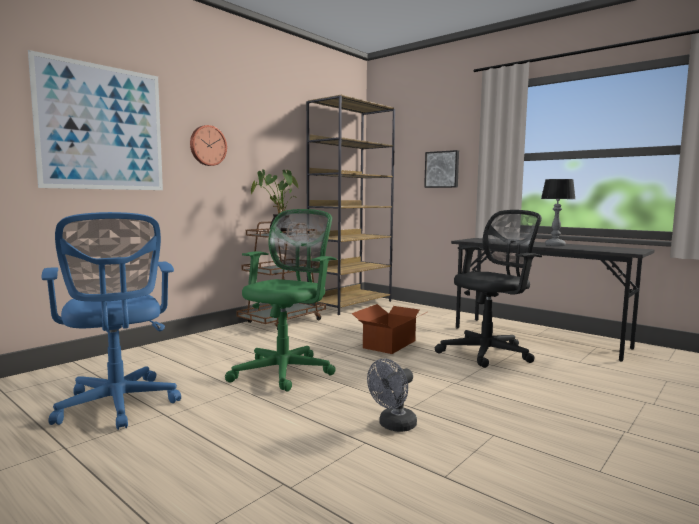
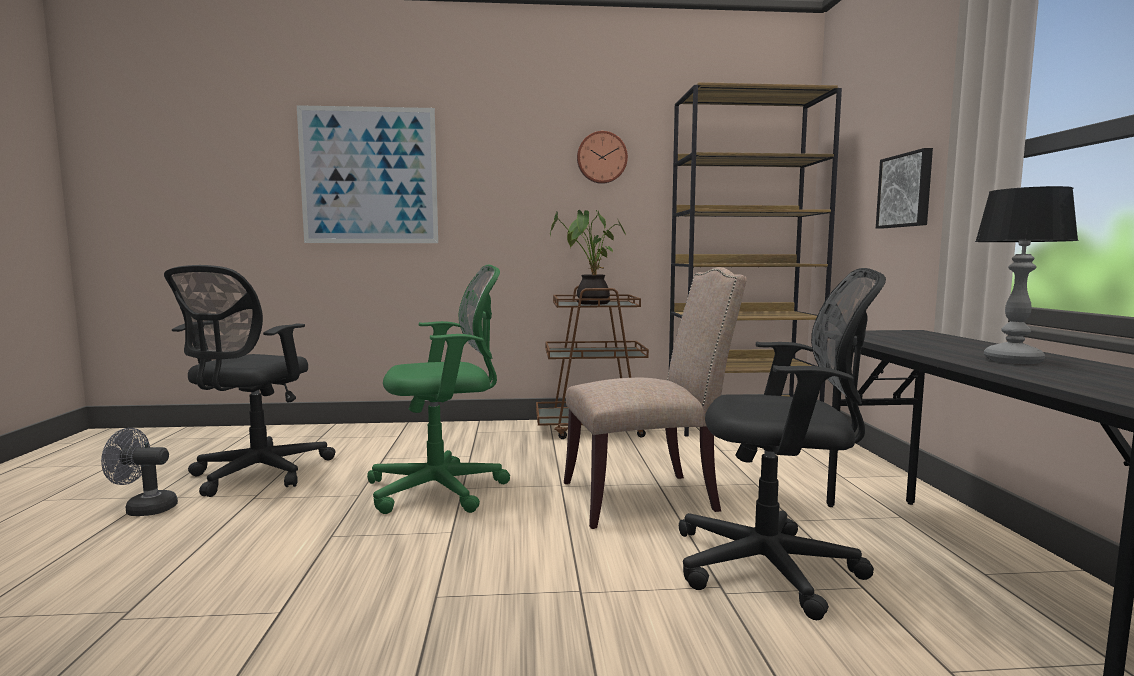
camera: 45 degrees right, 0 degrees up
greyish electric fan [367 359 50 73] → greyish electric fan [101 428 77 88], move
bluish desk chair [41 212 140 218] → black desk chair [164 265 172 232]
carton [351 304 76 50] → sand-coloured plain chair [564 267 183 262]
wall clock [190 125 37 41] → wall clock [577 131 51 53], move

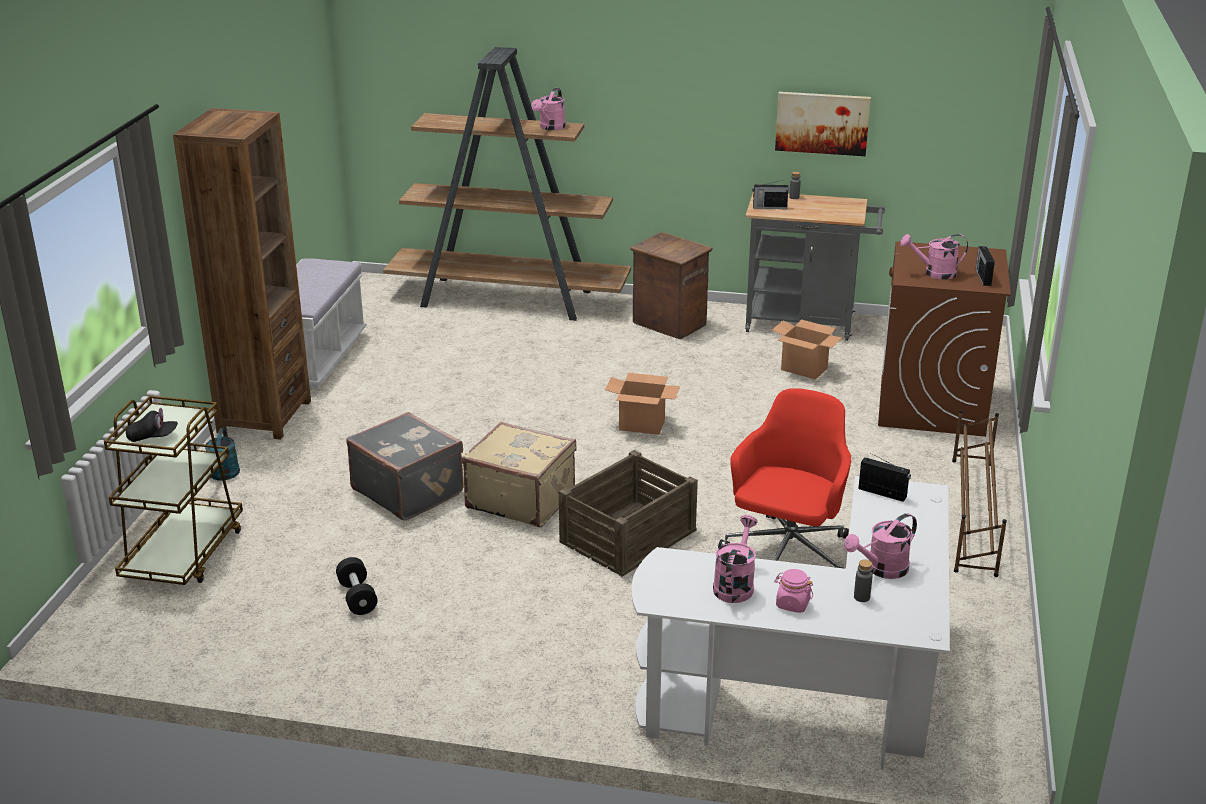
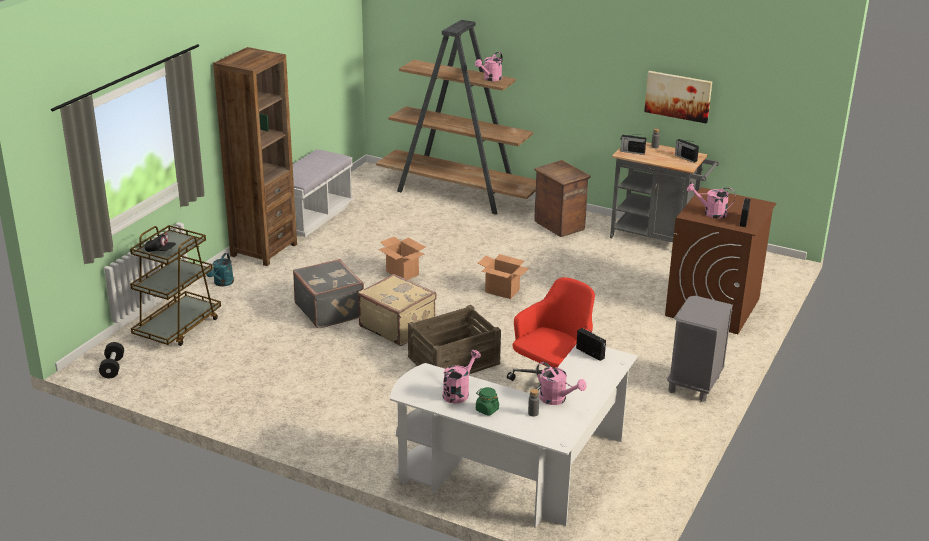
camera: 15 degrees right, 0 degrees up
black dumbbell [336 557 41 58] → black dumbbell [99 342 25 36], move
carton [772 320 70 60] → carton [378 236 47 44], move
pinkish preserve jar [774 569 39 44] → green preserve jar [476 387 23 29]
pinkish sprinkling can [844 513 73 66] → pinkish sprinkling can [536 362 50 43], 120 degrees counterclockwise
brown shoe shelf [952 410 55 167] → greyish night table [667 296 66 106]
- → radio set [675 139 24 24]

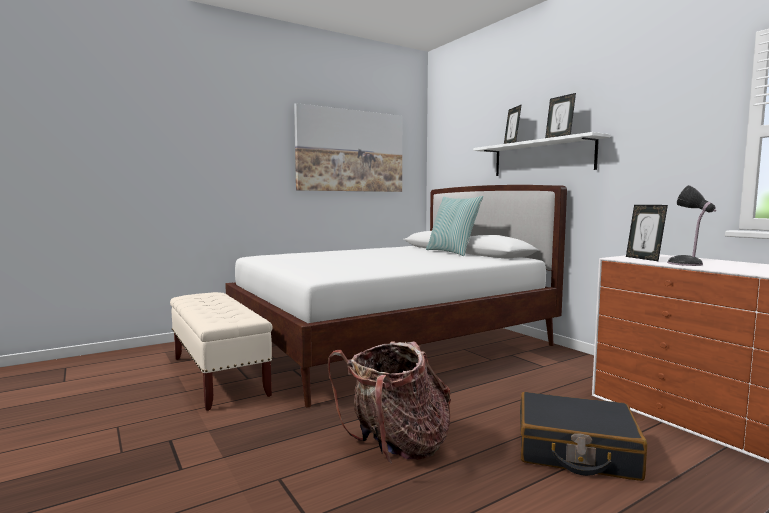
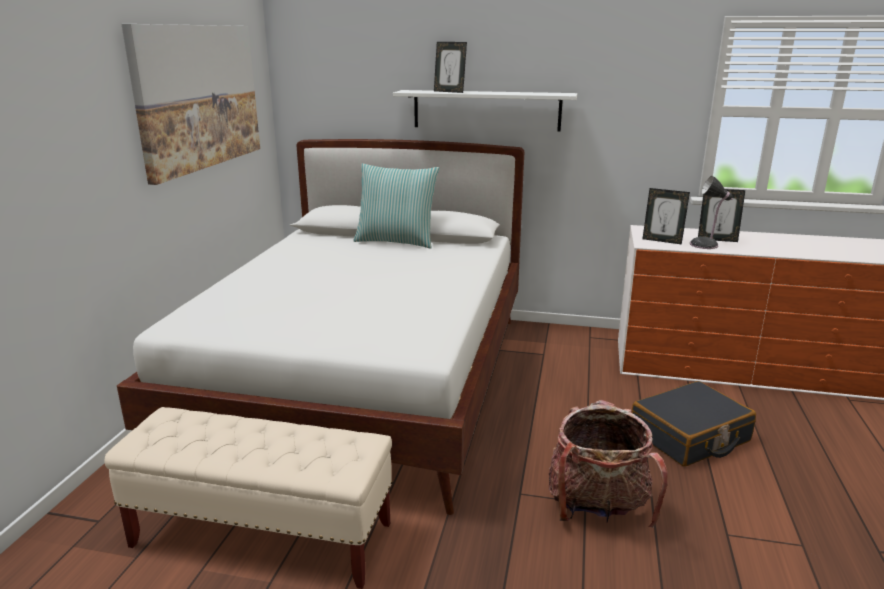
camera: 45 degrees left, 15 degrees up
photo frame [545 93 31 45] → photo frame [698 189 47 53], move

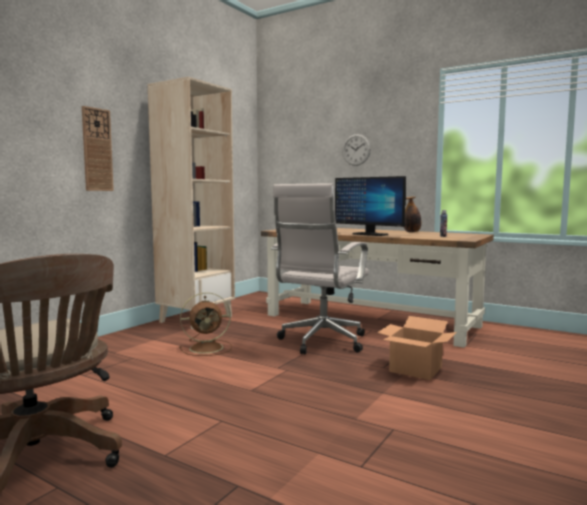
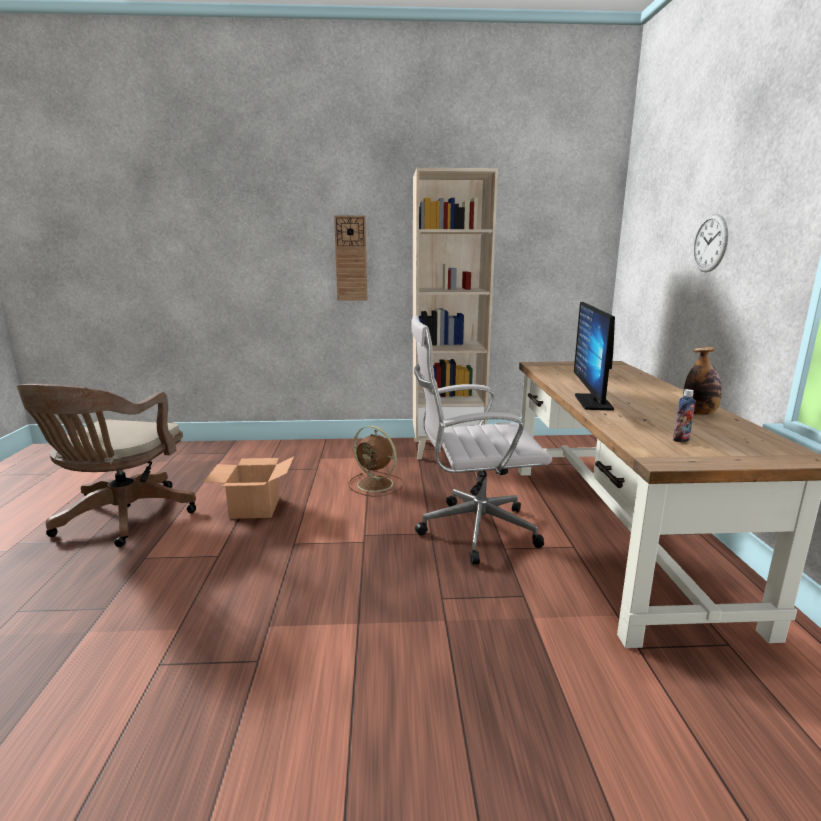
camera: 55 degrees right, 10 degrees up
carton [377 316 80 64] → carton [204 457 90 62], move

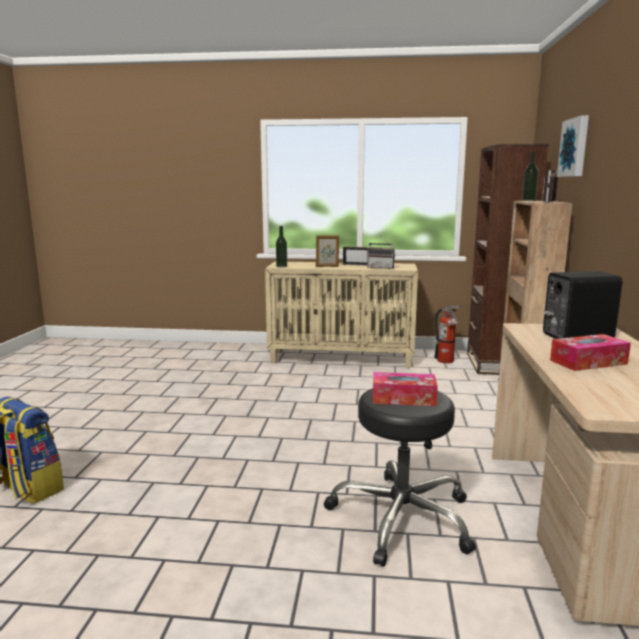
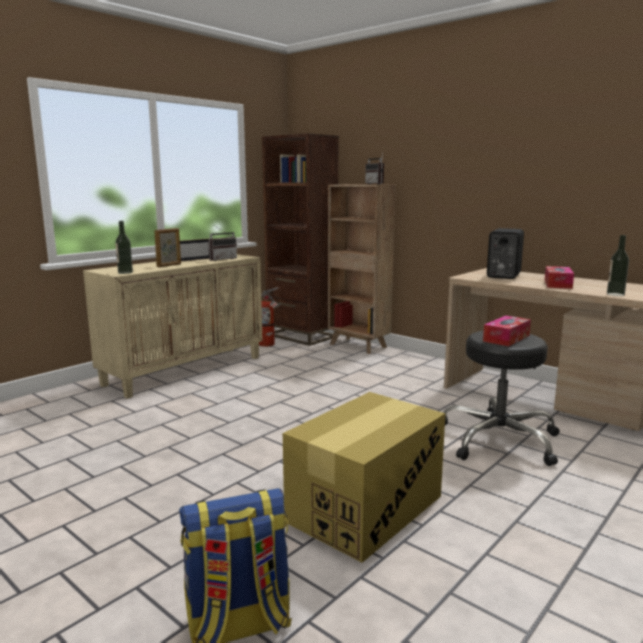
camera: 55 degrees left, 0 degrees up
- → carton [283 392 162 171]
drink bottle [522 152 17 49] → drink bottle [607 235 22 61], move
wall art [557 115 32 62] → -

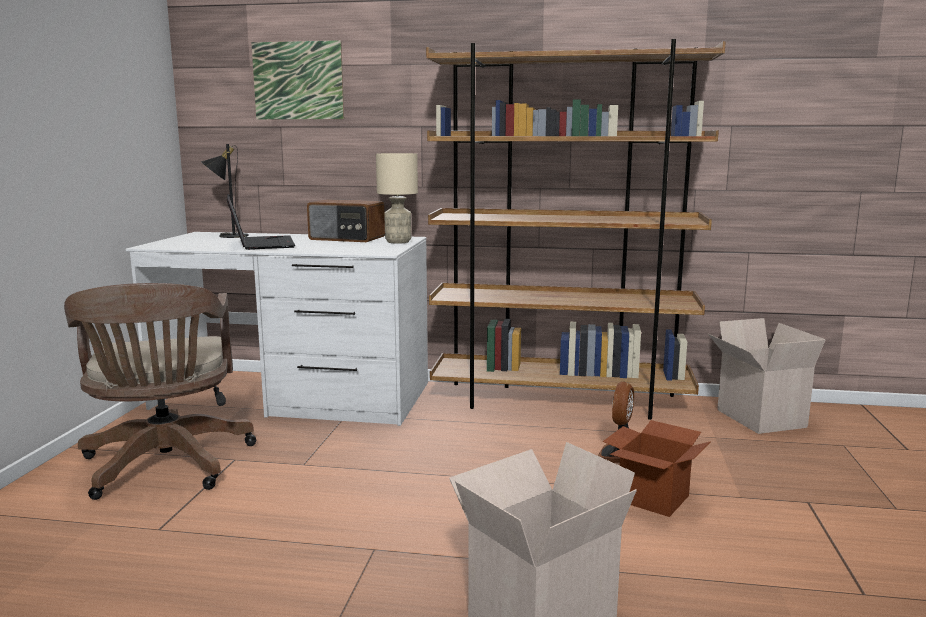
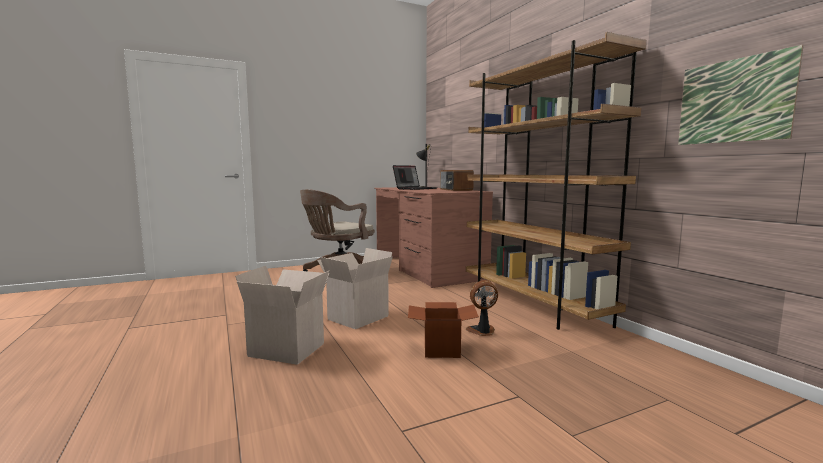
camera: 55 degrees right, 5 degrees down
carton [708 318 118 116] → carton [317 248 76 81], move
white desk [126 232 302 194] → brown desk [375 187 118 101]
wall art [251 40 93 80] → wall art [678 45 126 100], move
sand-coloured table lamp [376 153 42 91] → -

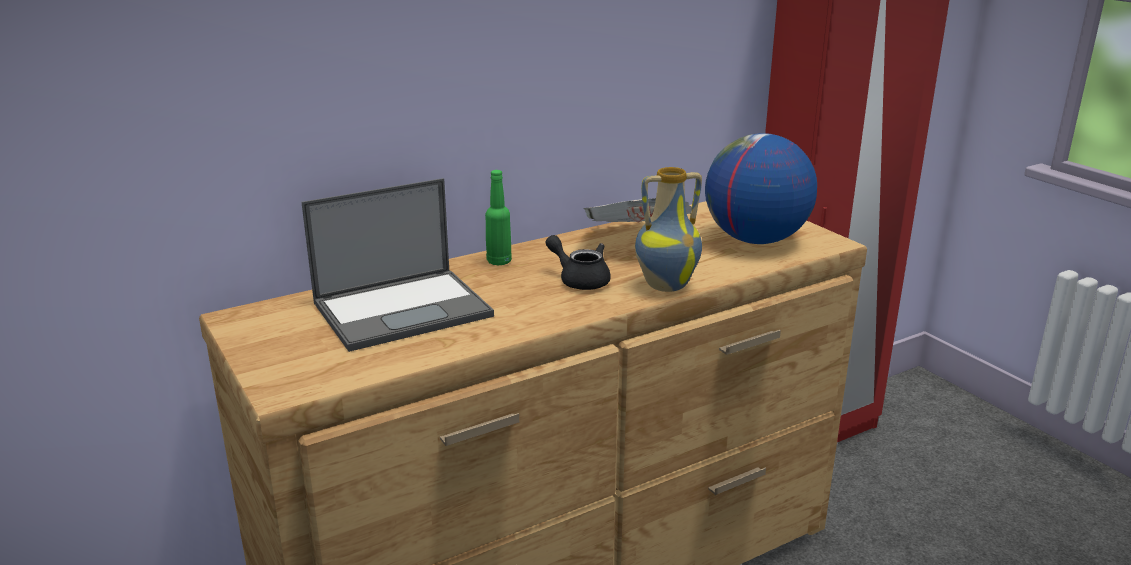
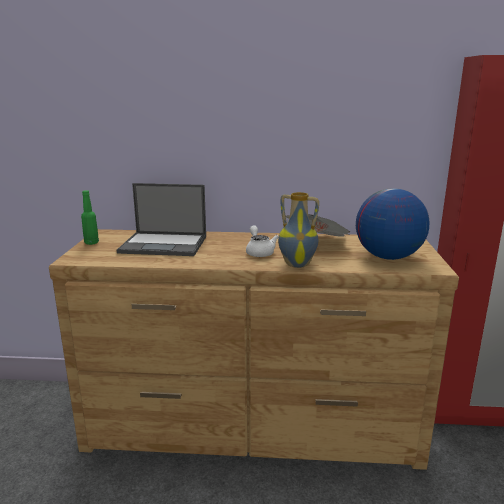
camera: 35 degrees right, 5 degrees down
green drink bottle [485 170 27 95] → green drink bottle [81 190 18 55], move
black teapot [545 235 66 55] → white teapot [246 225 33 32]

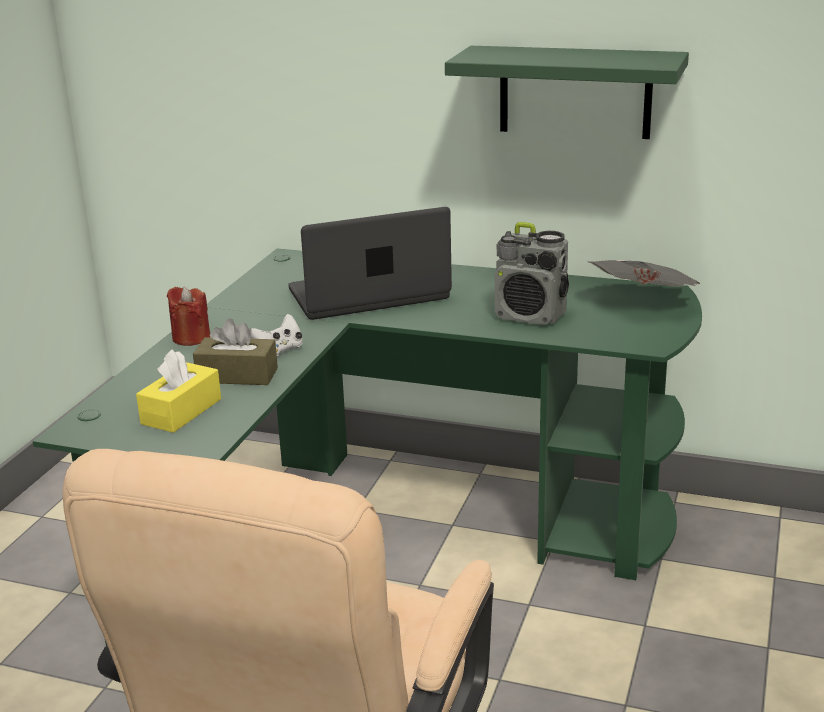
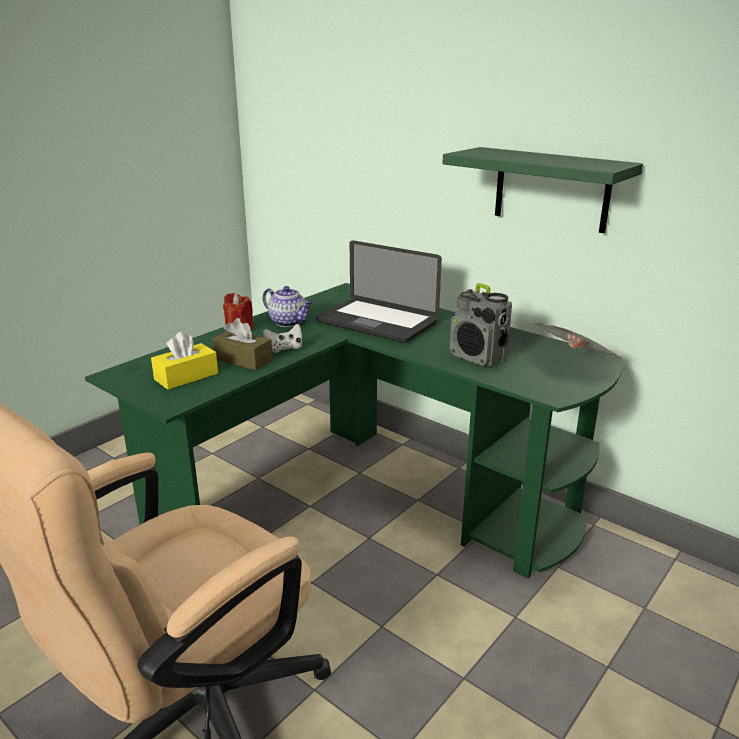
camera: 20 degrees right, 0 degrees up
- → teapot [262 286 50 41]
portable computer [288 207 164 113] → portable computer [316 240 126 103], 150 degrees counterclockwise

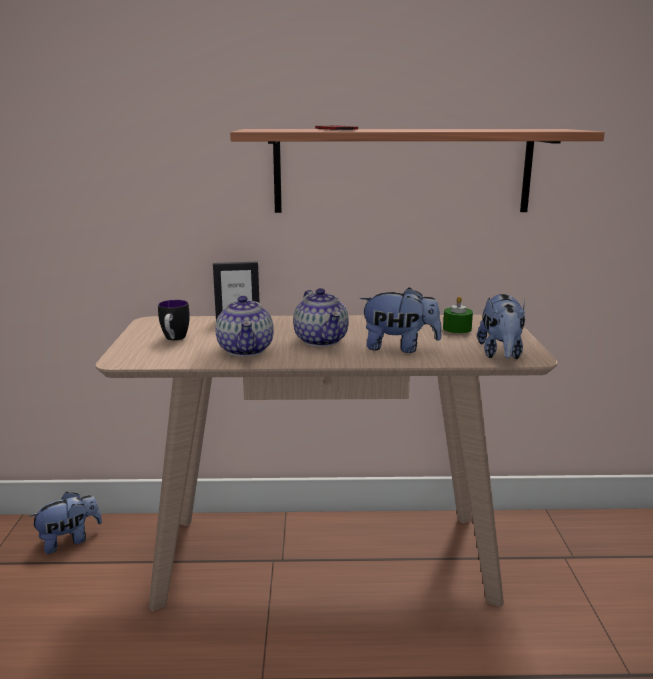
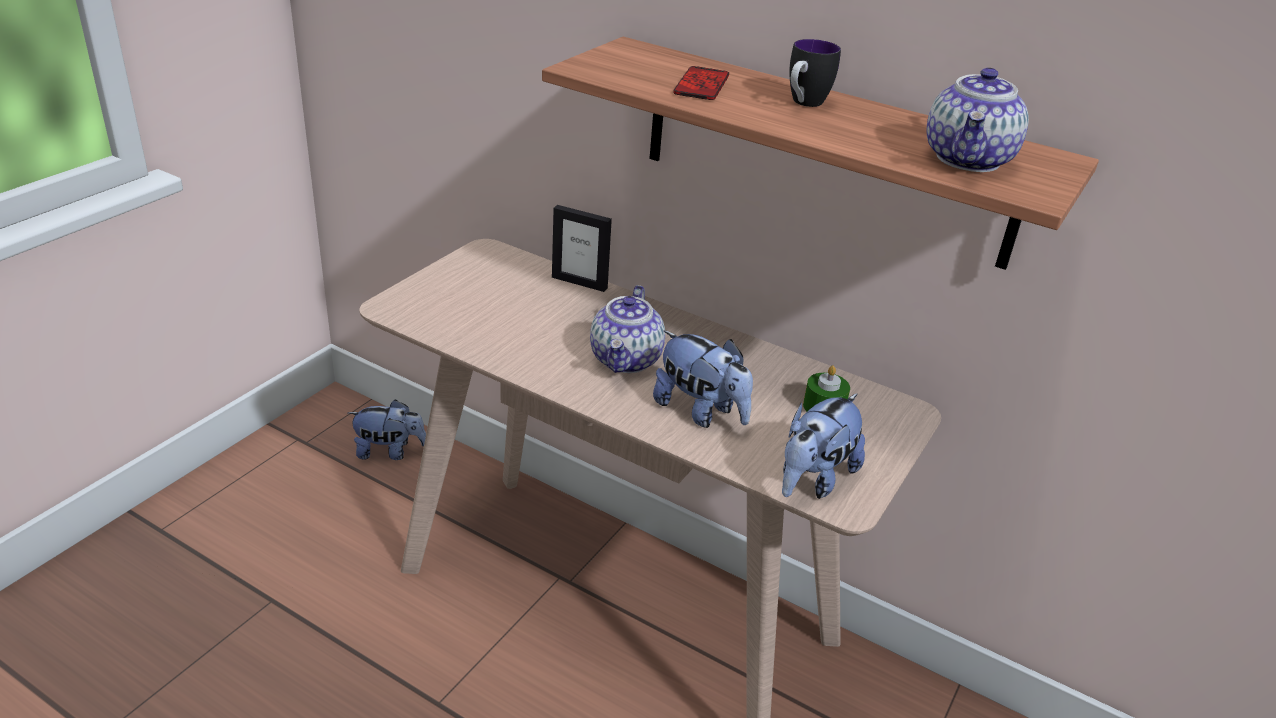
camera: 30 degrees right, 15 degrees up
tea mug [158 300 32 41] → tea mug [789 39 52 68], move
teapot [215 296 59 60] → teapot [926 68 103 104], move

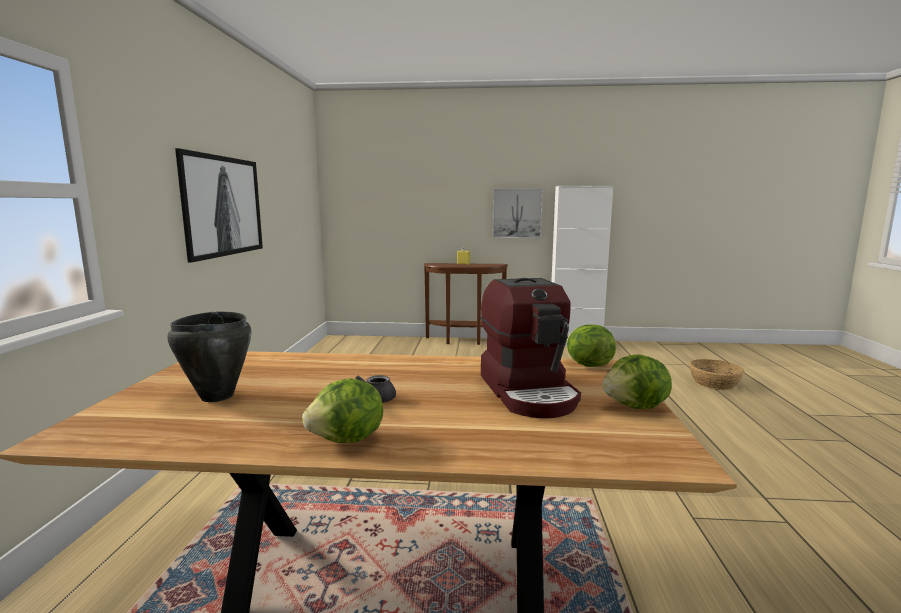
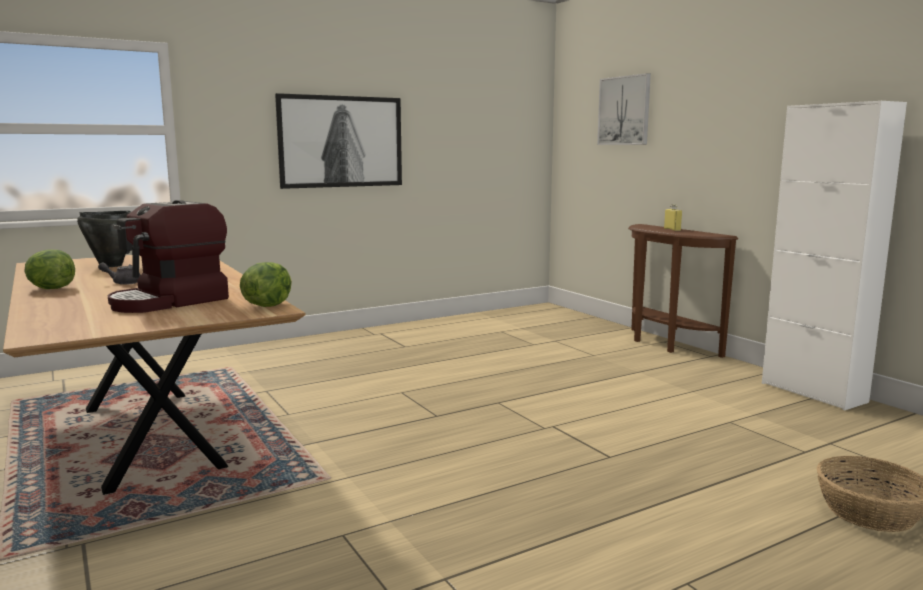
camera: 55 degrees right, 0 degrees up
wall art [492 188 51 50] → wall art [597 73 54 72], move
lettuce [602 355 70 54] → -

